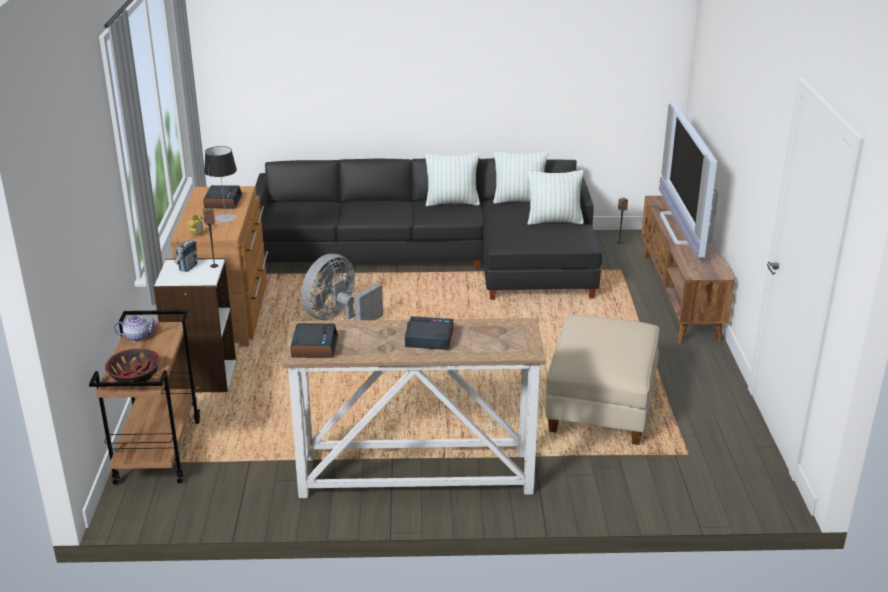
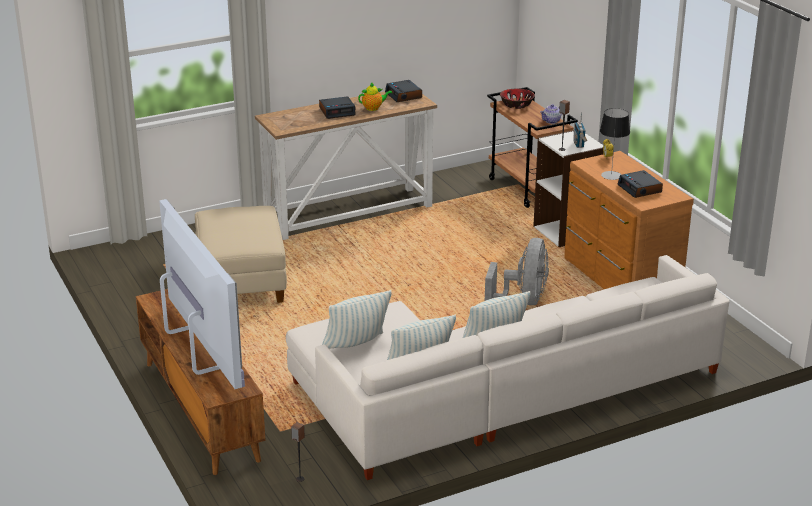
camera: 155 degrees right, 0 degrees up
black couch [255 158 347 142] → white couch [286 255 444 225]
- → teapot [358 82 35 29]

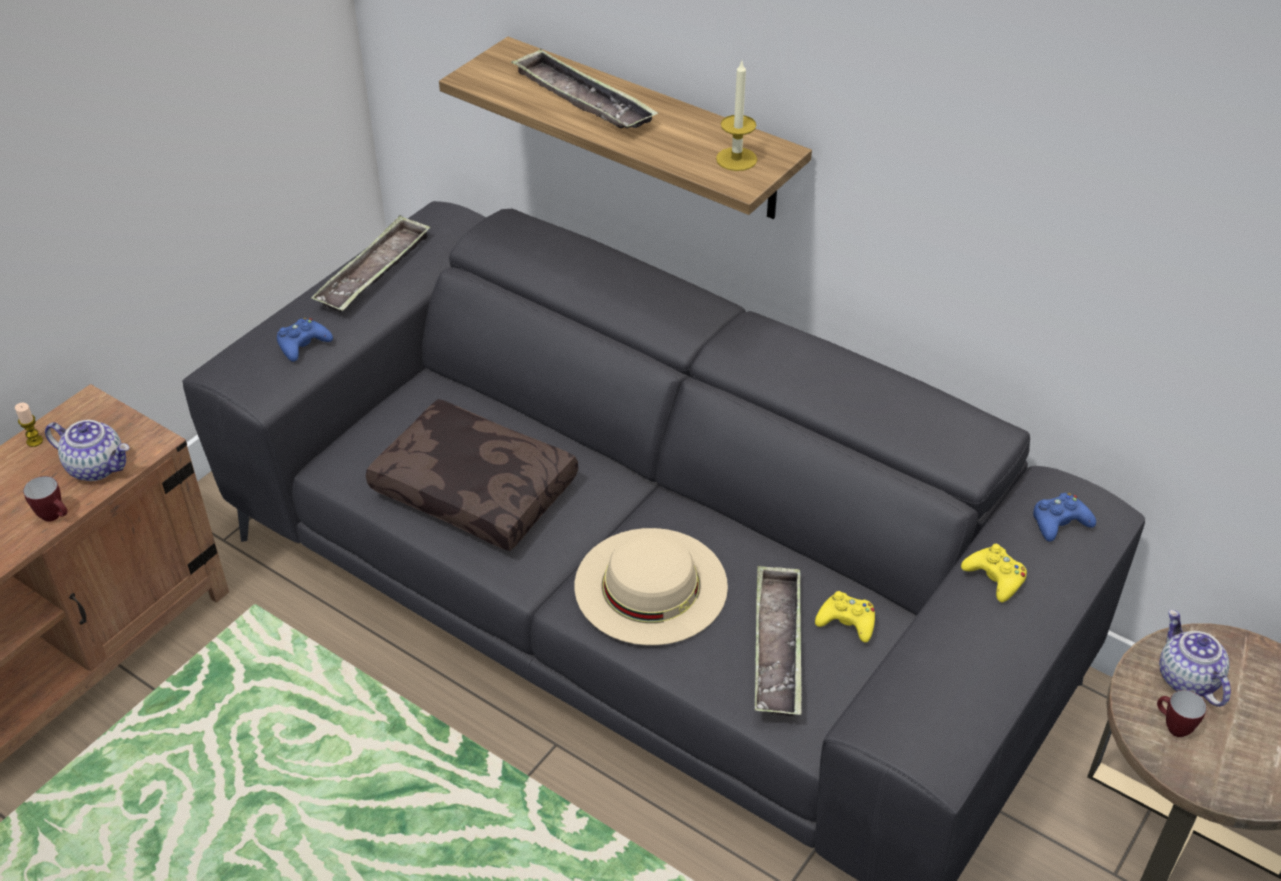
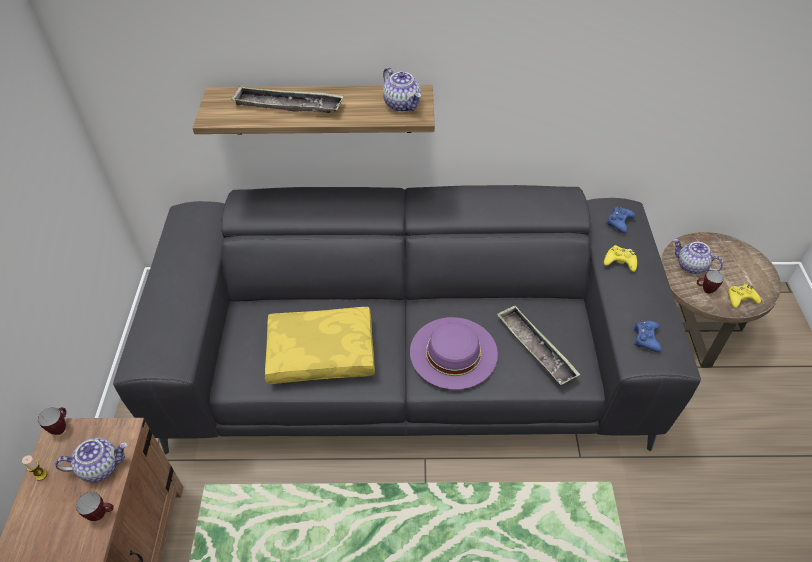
camera: 35 degrees left, 5 degrees up
- → tea mug [38 407 29 28]
brown cushion [366 399 212 152] → yellow-coloured cushion [265 307 110 77]
candle [716 61 41 110] → teapot [383 67 38 45]
sand-coloured clothing hat [574 528 154 118] → purple-coloured clothing hat [410 317 88 73]
bluish game controller [277 318 56 44] → bluish game controller [633 320 28 32], move
yellow-coloured game controller [815 591 60 51] → yellow-coloured game controller [728 284 33 24], move
serving tray [311 215 119 98] → -

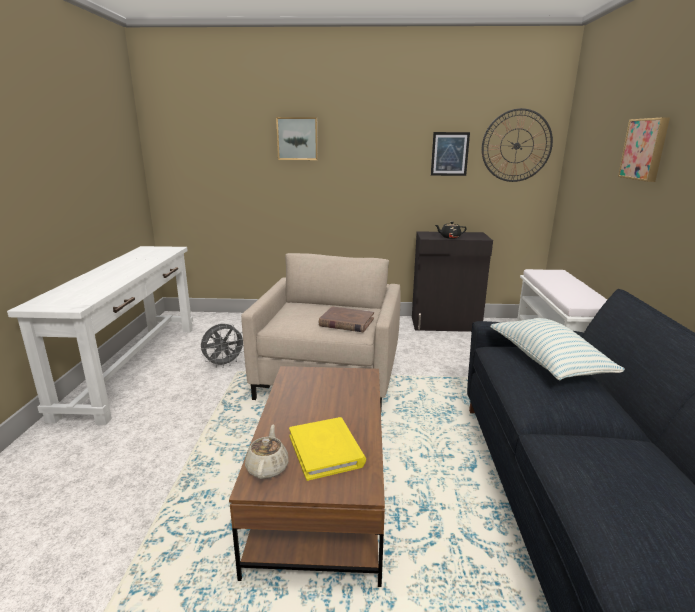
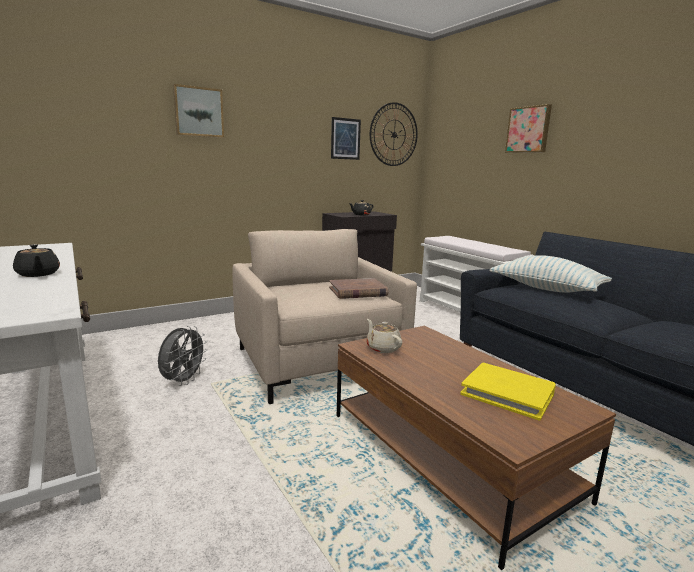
camera: 35 degrees left, 5 degrees down
- → black teapot [13 244 47 33]
sand-coloured teapot [245 424 44 55] → sand-coloured teapot [367 319 35 34], move

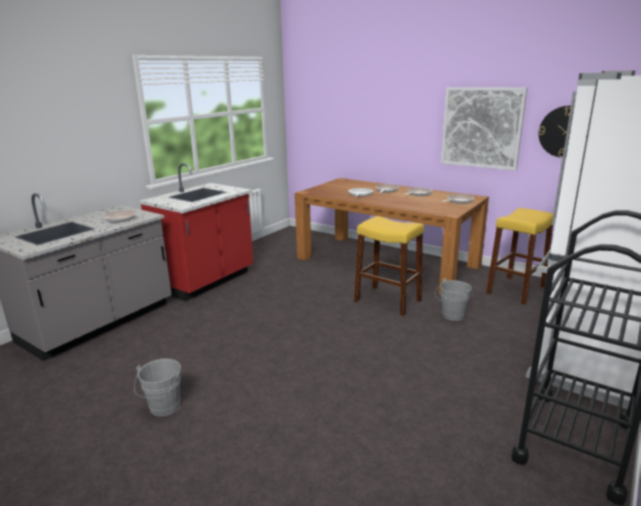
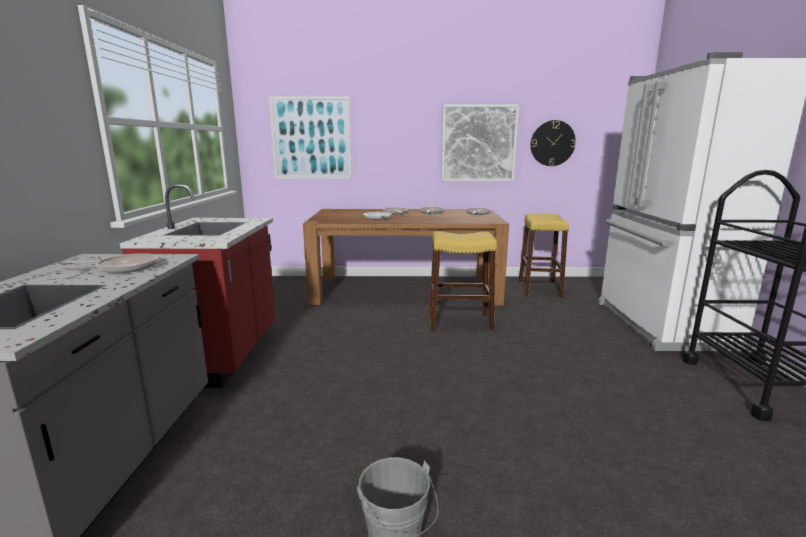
camera: 35 degrees left, 5 degrees down
- → wall art [268 96 84 83]
greyish bucket [435 278 37 43] → -

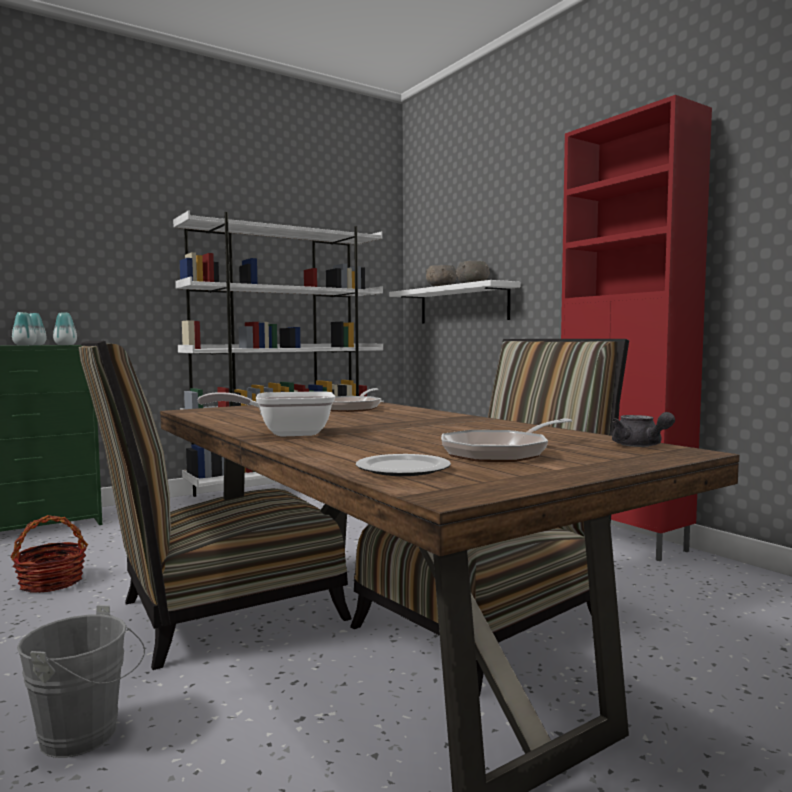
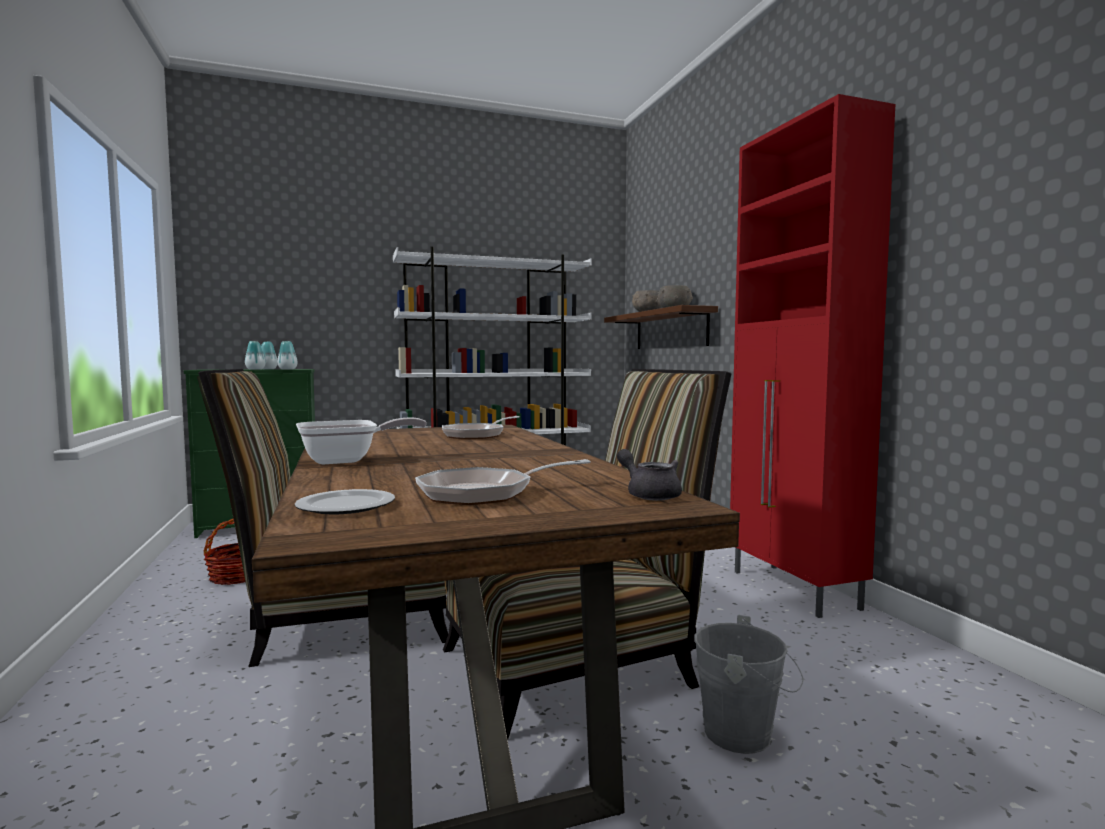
camera: 15 degrees right, 0 degrees up
skillet [198 391 138 46] → skillet [296 417 131 47], 150 degrees clockwise
white bracket shelf [389 280 131 43] → brown bracket shelf [604 305 114 44]
greyish teapot [612 412 63 35] → greyish teapot [617 449 65 52], 150 degrees clockwise
greyish bucket [17 605 128 153] → greyish bucket [694 615 109 139], move

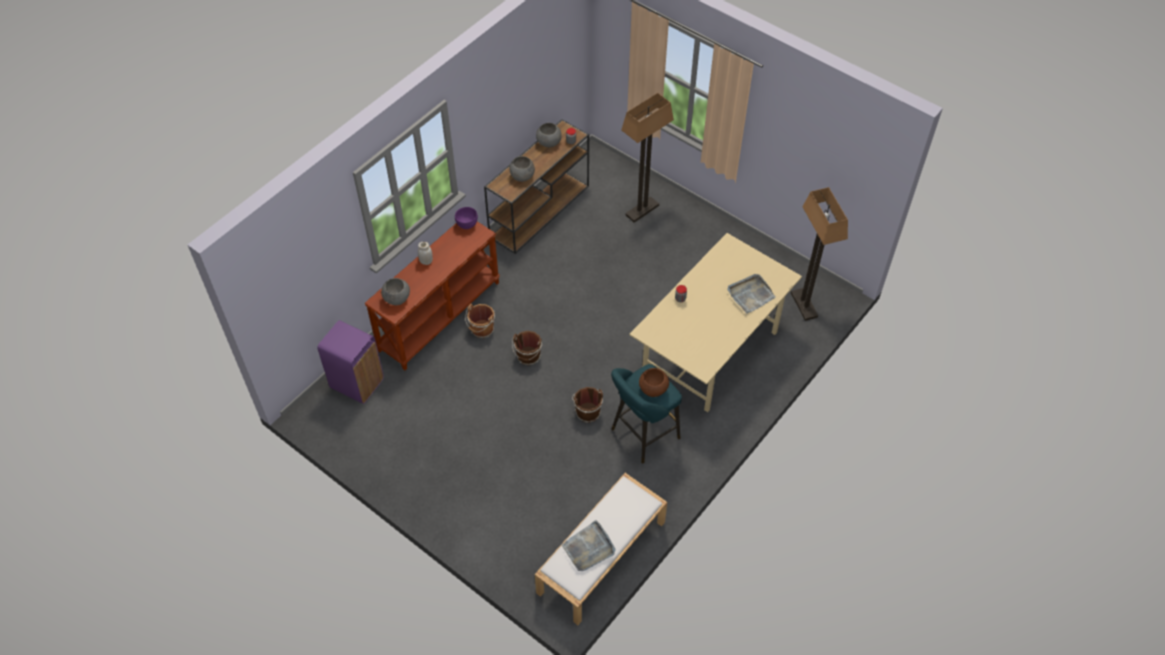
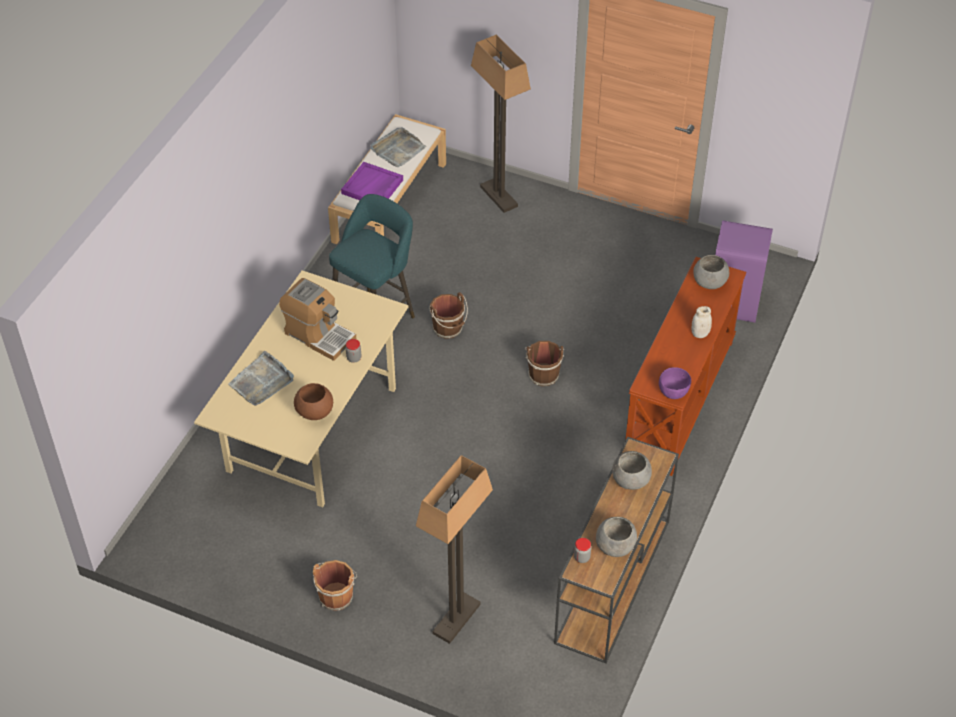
camera: 165 degrees right, 5 degrees down
- → coffee machine [279 278 77 83]
brown bowl [639 368 30 29] → brown bowl [294 383 39 37], move
brown bucket [465 304 30 34] → brown bucket [313 560 44 51], move
- → purple-coloured serving tray [341 162 62 38]
floor lamp [791 187 57 134] → floor lamp [471 35 60 178], move

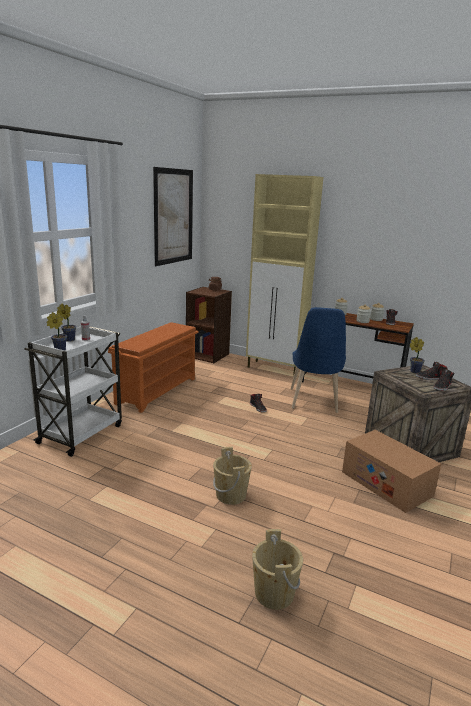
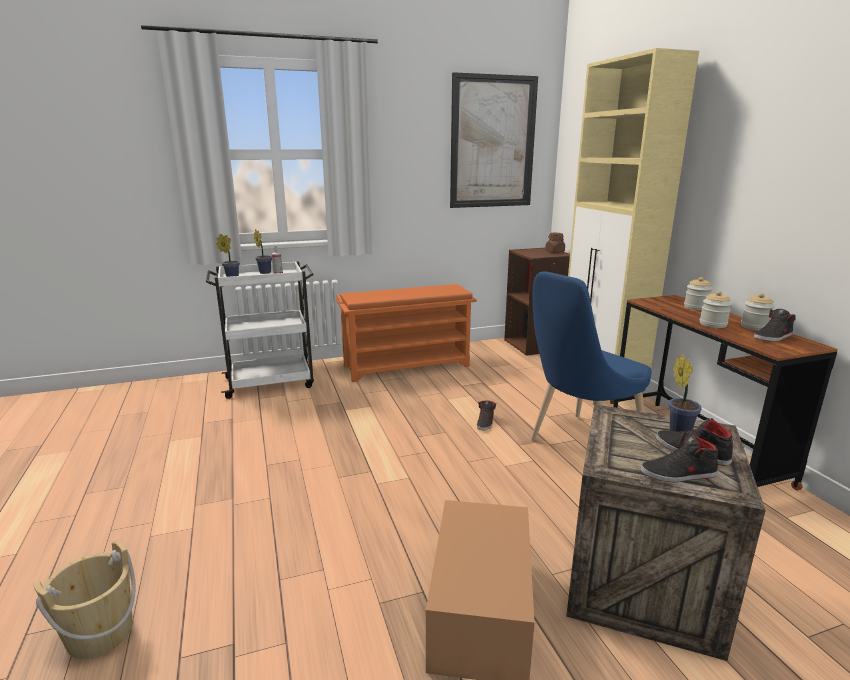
camera: 45 degrees right, 0 degrees up
sand-coloured bucket [213 447 39 58] → -

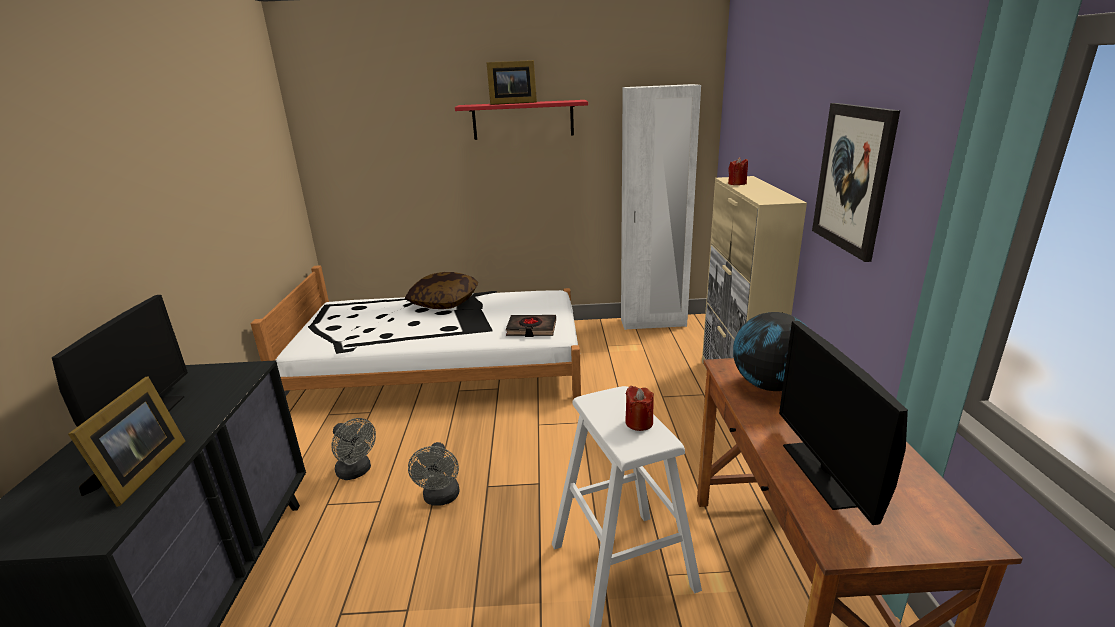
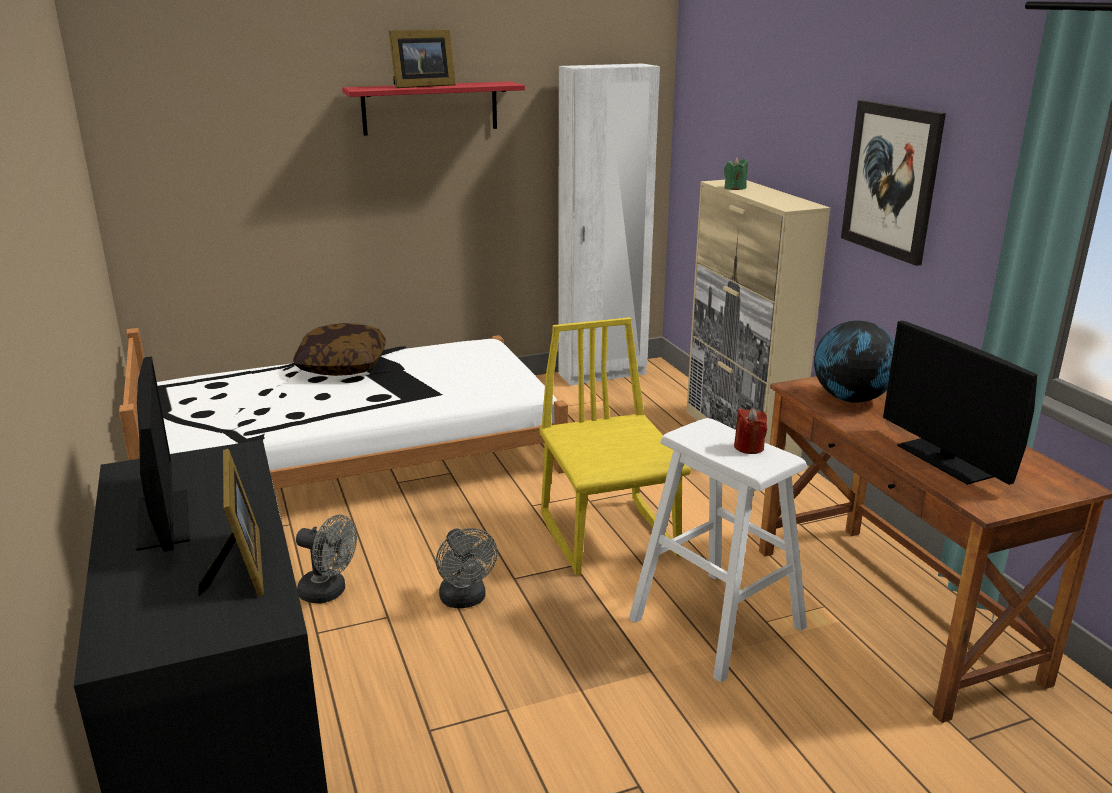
camera: 20 degrees left, 0 degrees up
- → yellow-coloured plain chair [539 317 152 258]
red candle [728 157 20 28] → green candle [724 157 24 33]
black volume [506 315 50 22] → -

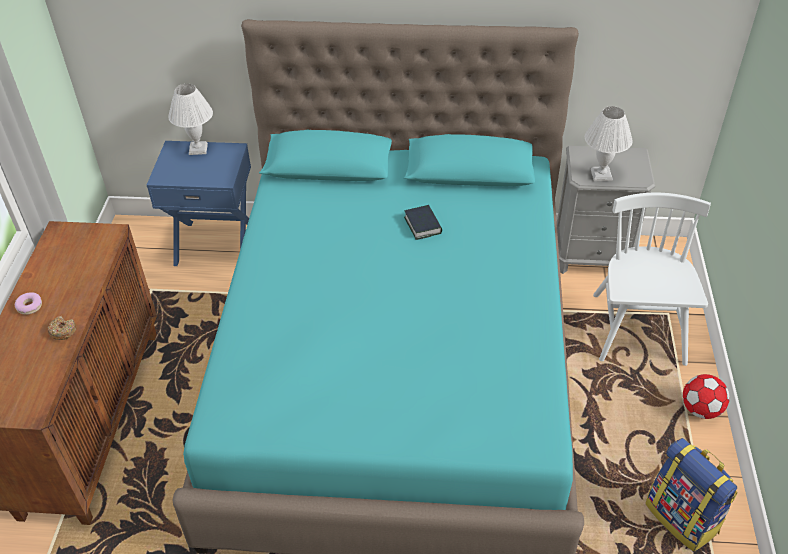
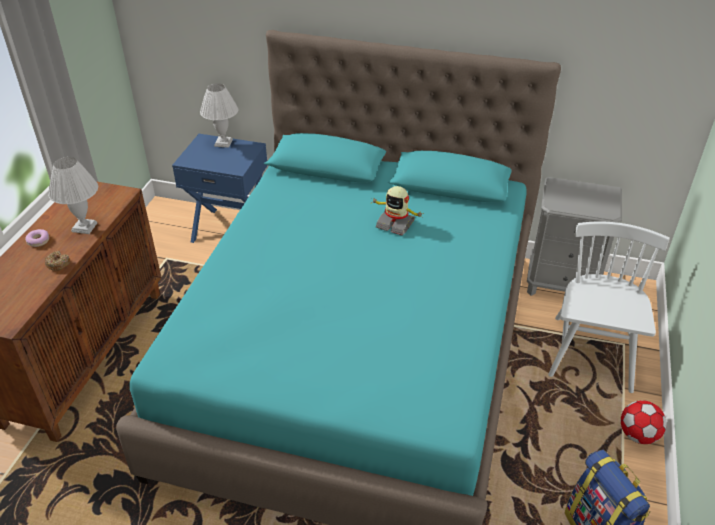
camera: 10 degrees right, 5 degrees down
white table lamp [585 106 48 75] → white table lamp [48 157 50 77], move
volume [404 205 38 35] → robot figure [371 186 53 50]

